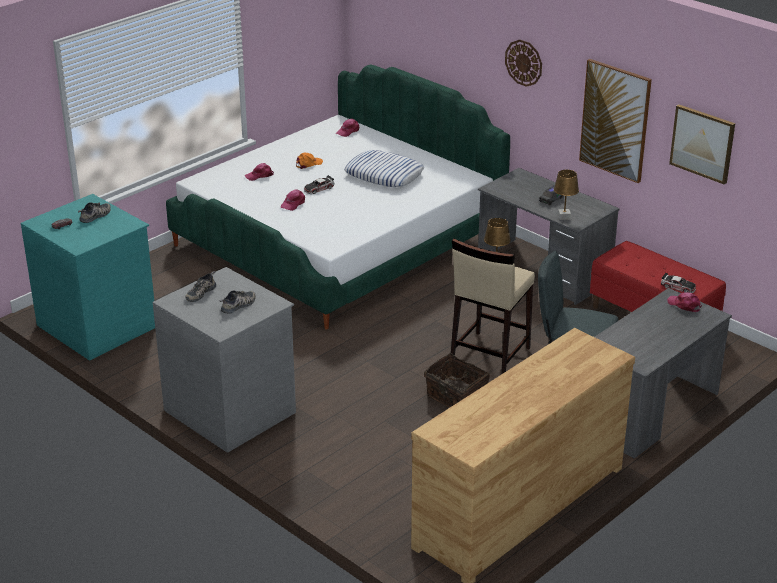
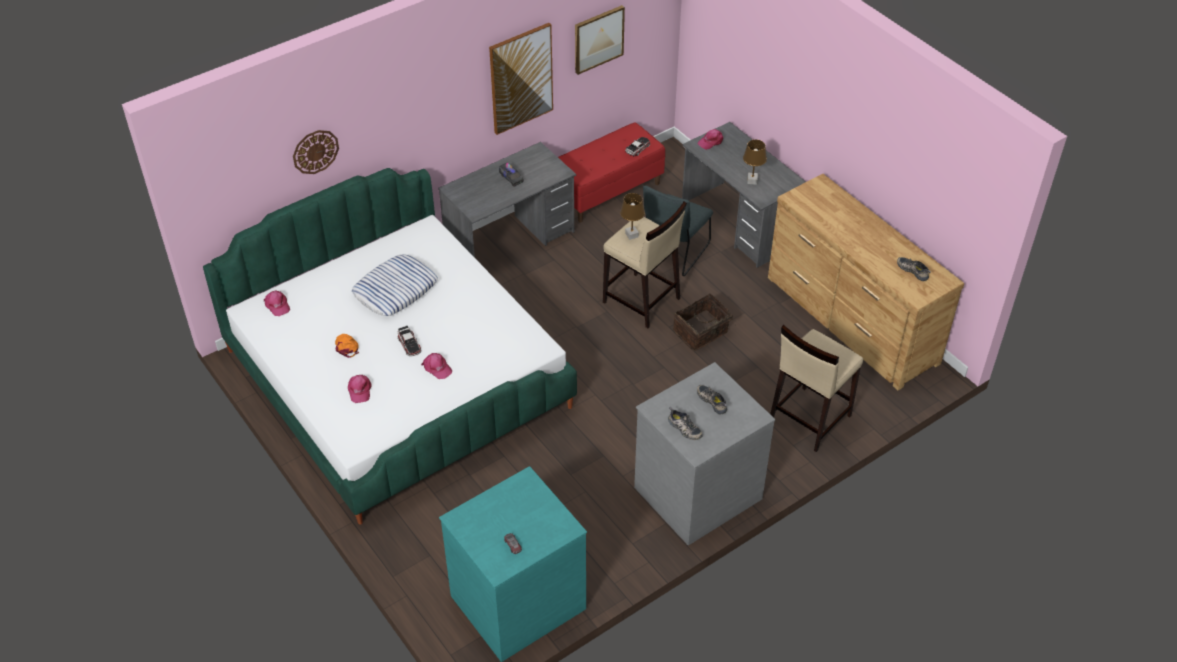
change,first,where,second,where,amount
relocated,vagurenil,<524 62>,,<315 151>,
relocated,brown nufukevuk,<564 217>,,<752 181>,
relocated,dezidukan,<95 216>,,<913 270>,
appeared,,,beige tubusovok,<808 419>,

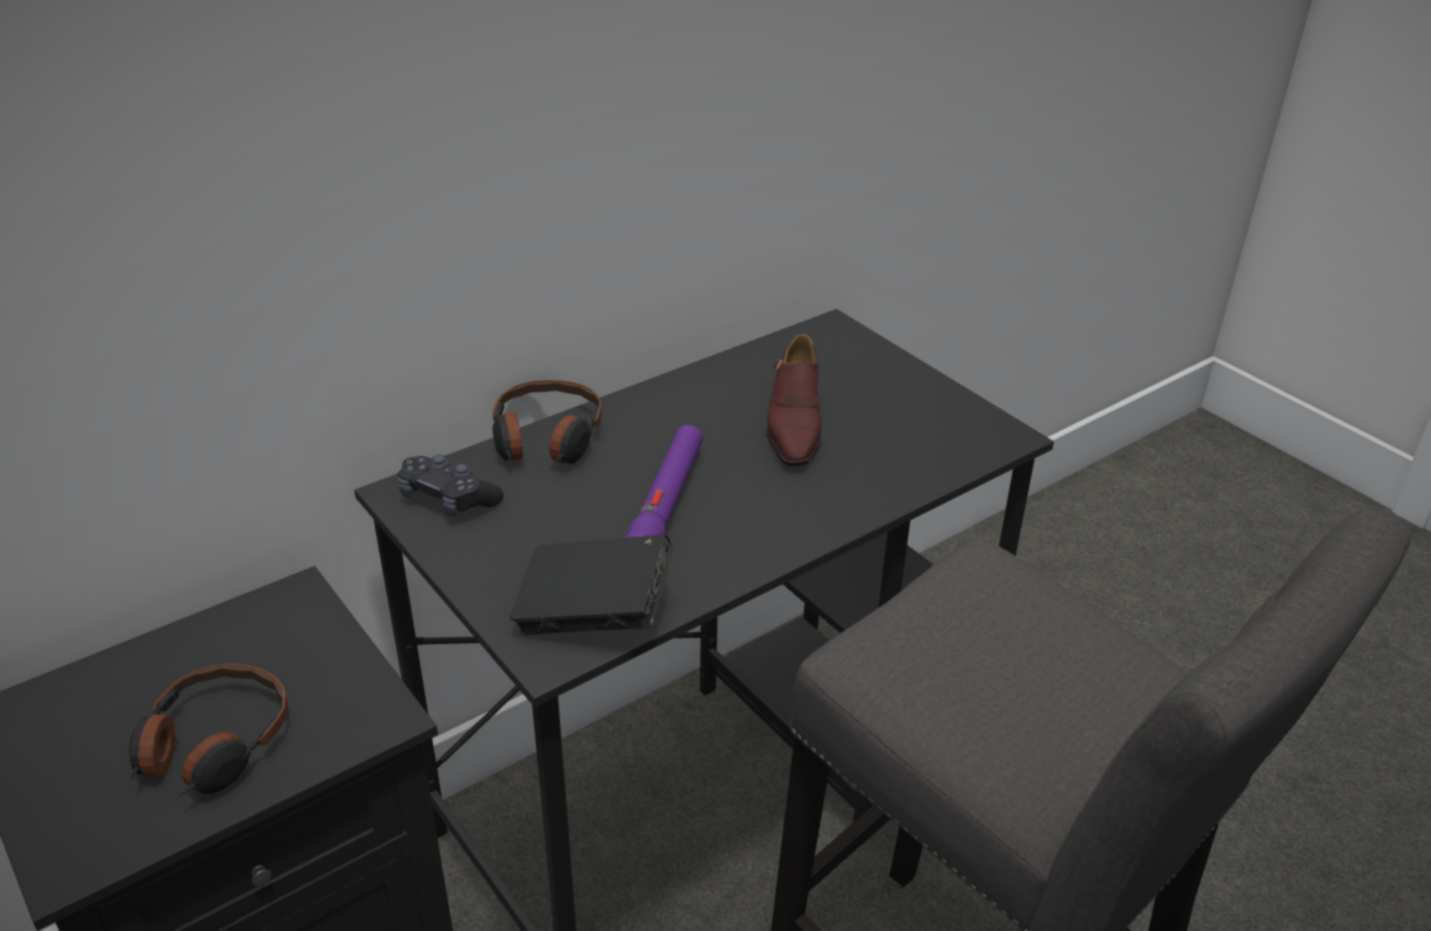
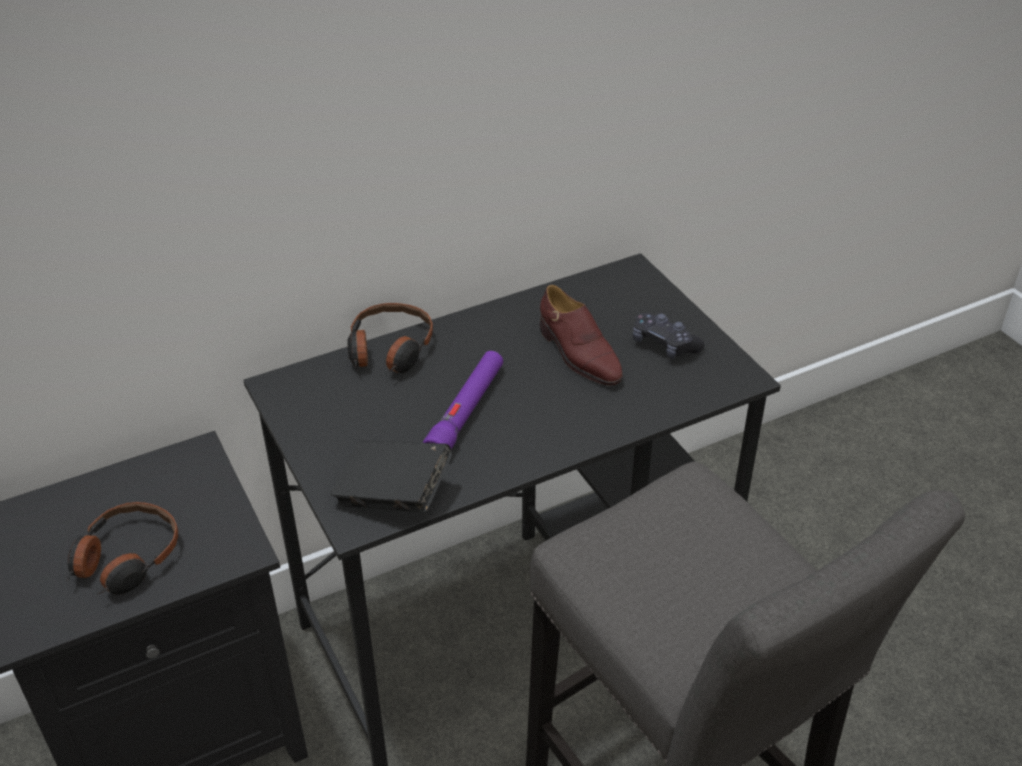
change,first,where,second,where,amount
spun,brown dezidukan,<793 425>,,<578 354>,45 degrees counterclockwise
relocated,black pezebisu,<448 499>,,<664 345>,

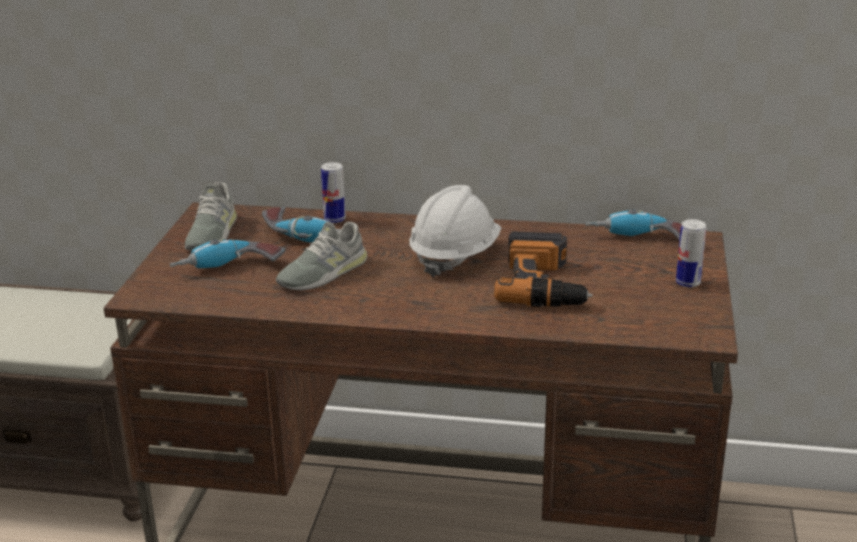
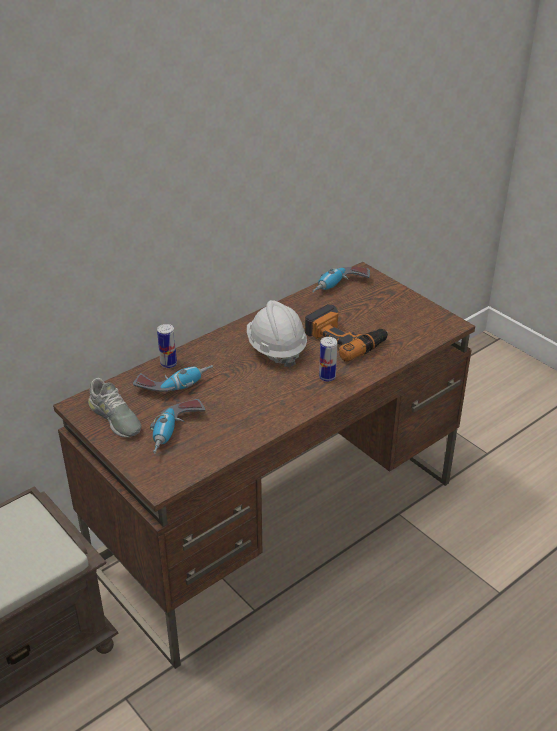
change,first,where,second,where,amount
relocated,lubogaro,<688 283>,,<327 377>,
missing,grey dezidukan,<323 273>,,,

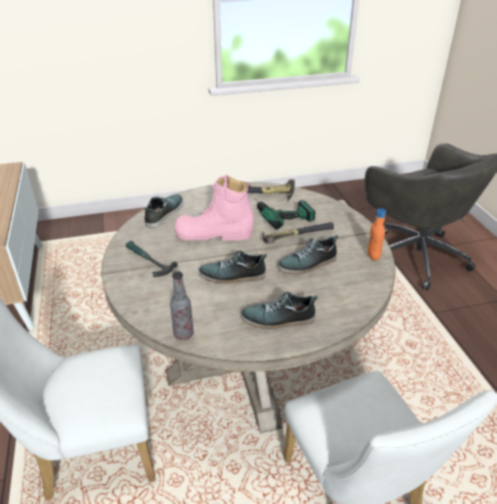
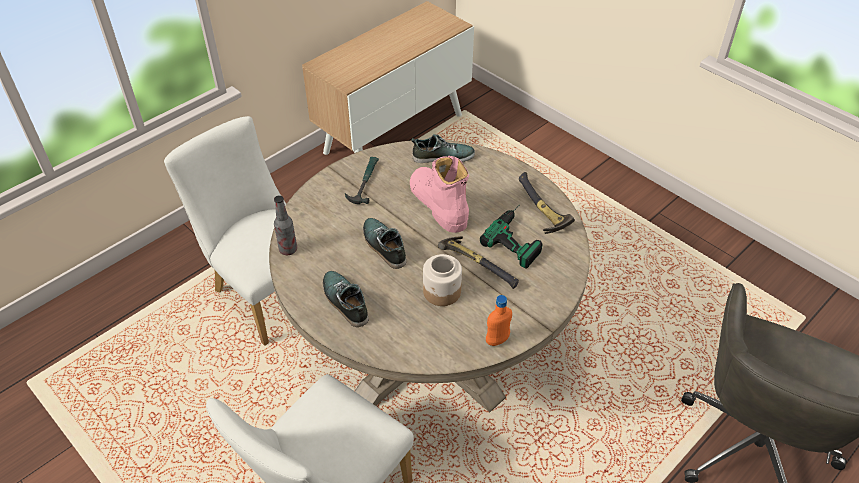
change,first,where,second,where,amount
exchanged,dezidukan,<308 264>,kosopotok,<442 292>,

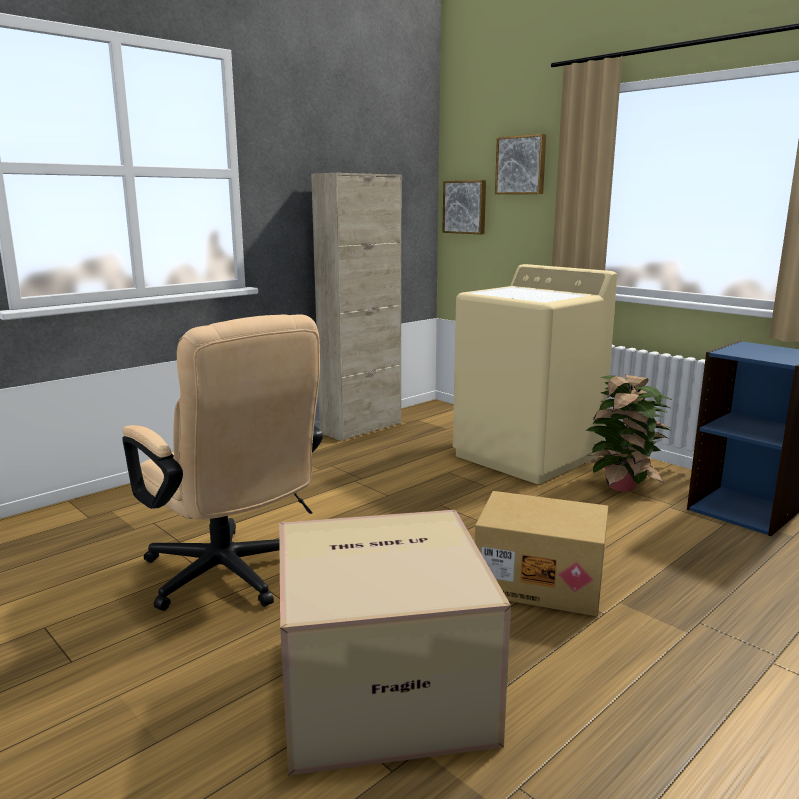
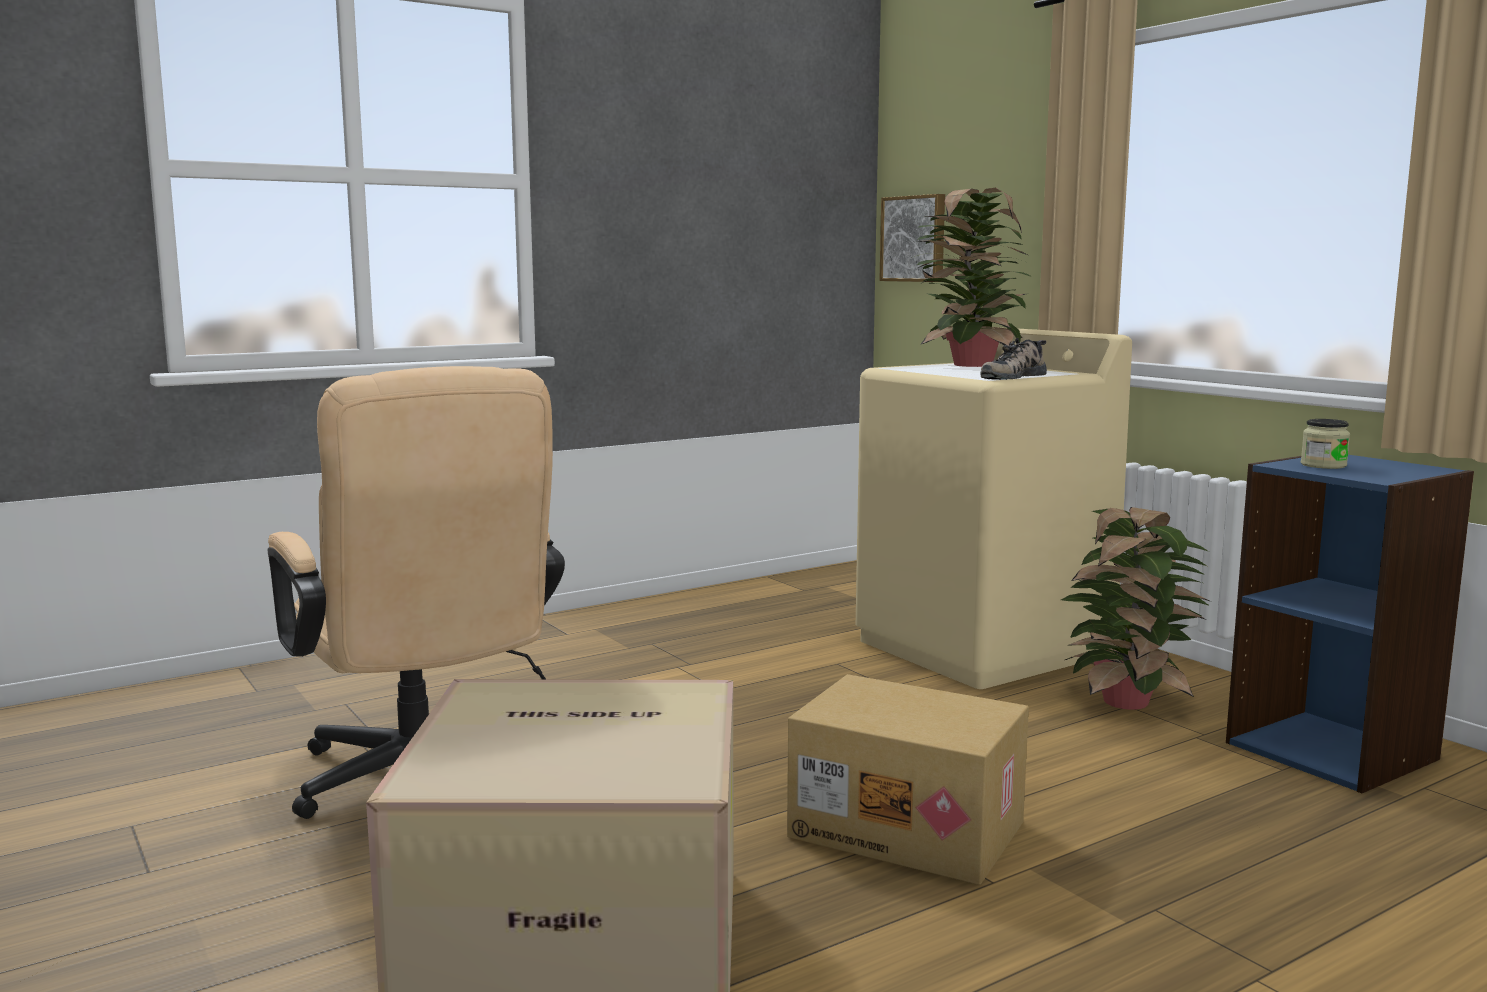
change,first,where,second,where,amount
missing,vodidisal,<521 165>,,,
missing,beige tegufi,<361 428>,,,
appeared,,,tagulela,<969 365>,
appeared,,,dezidukan,<1012 376>,
appeared,,,kosopotok,<1323 465>,

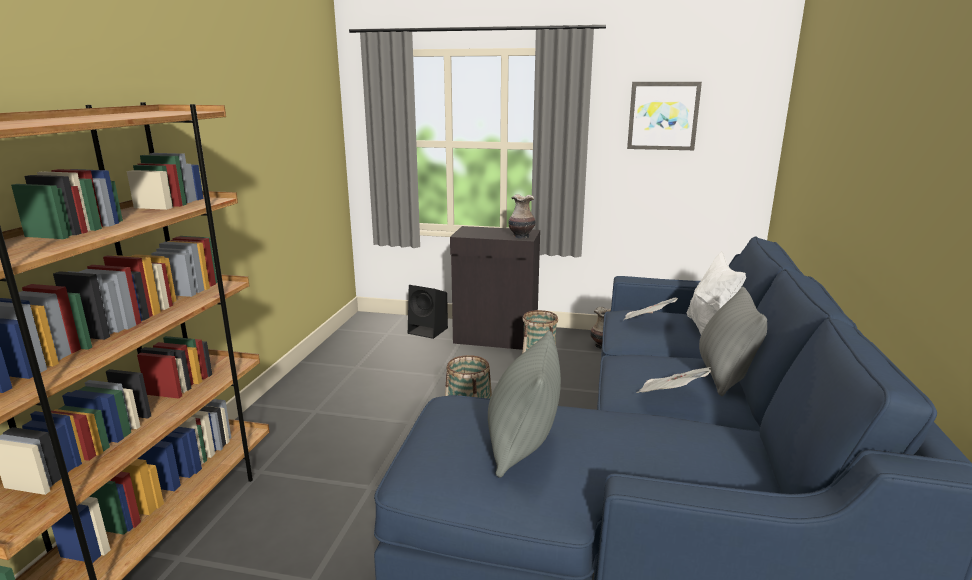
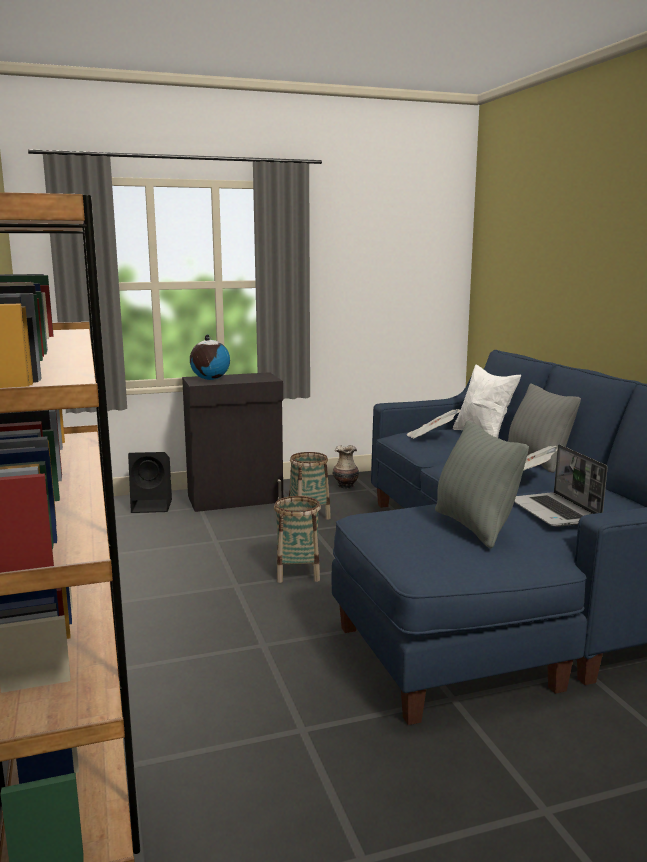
change,first,where,second,where,amount
missing,vodidisal,<663 116>,,,
missing,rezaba,<521 236>,,,
appeared,,,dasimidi,<210 379>,
appeared,,,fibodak,<555 512>,

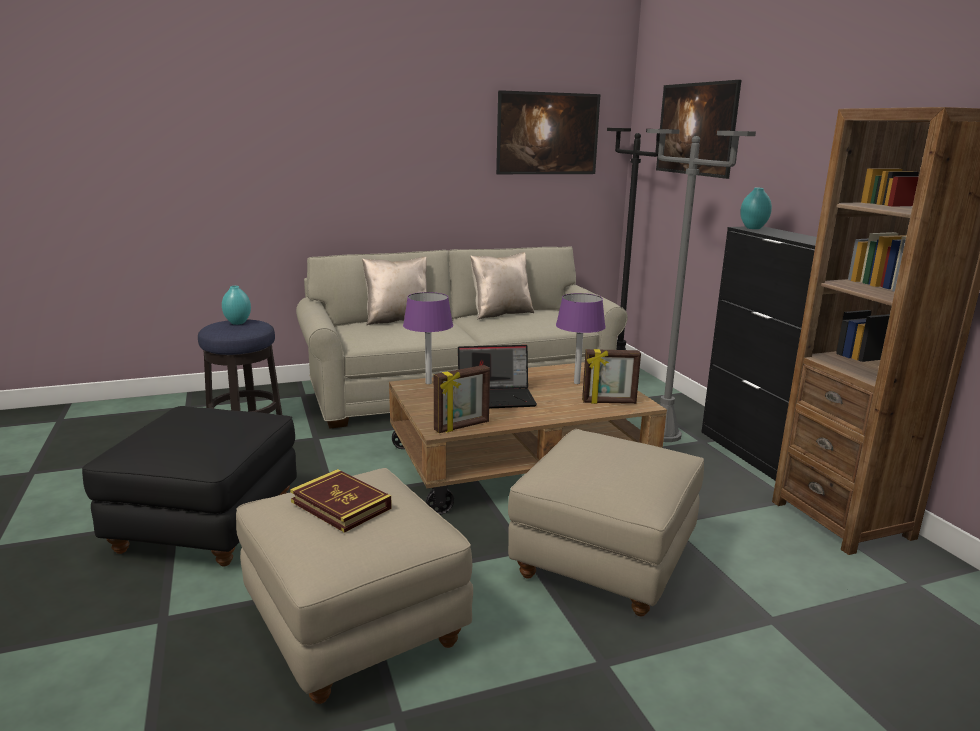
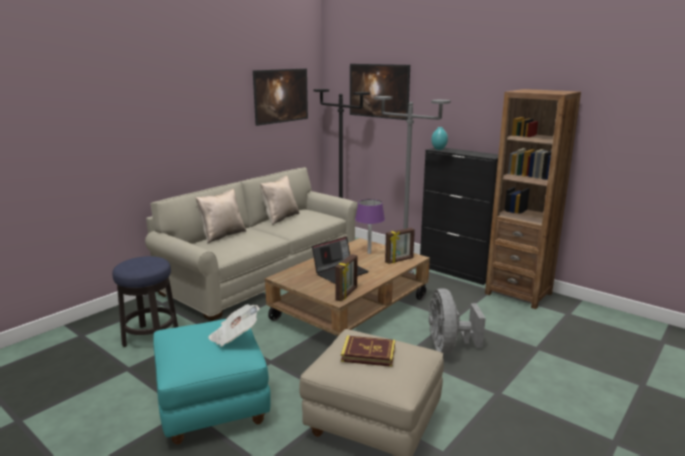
change,first,where,second,where,amount
missing,turquoise rezaba,<238 323>,,,
missing,purple nufukevuk,<428 383>,,,
colour,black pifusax,<206 524>,turquoise pifusax,<212 405>,
exchanged,beige pifusax,<604 562>,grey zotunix,<448 347>,
appeared,,,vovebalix,<234 337>,

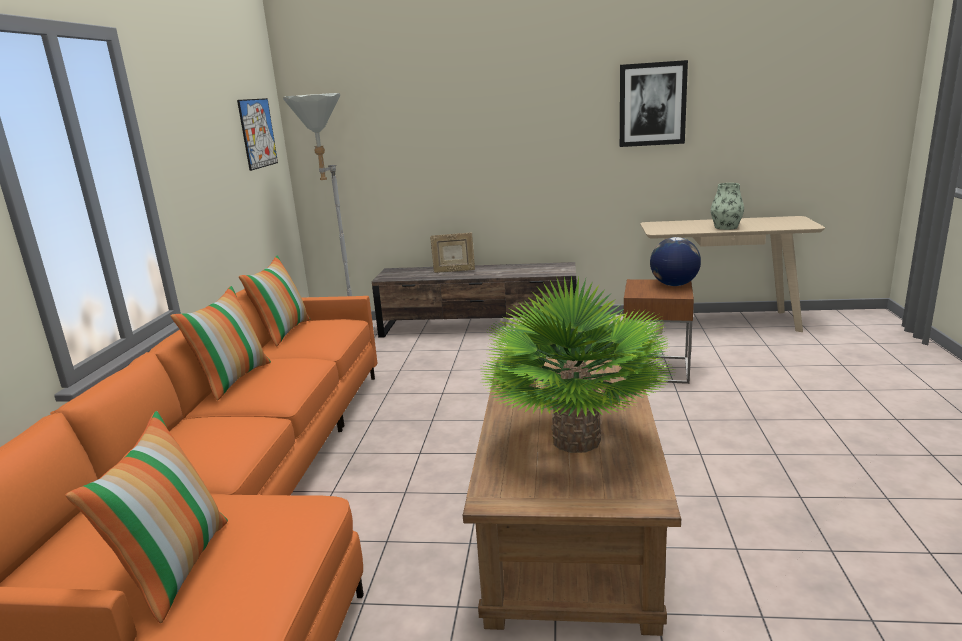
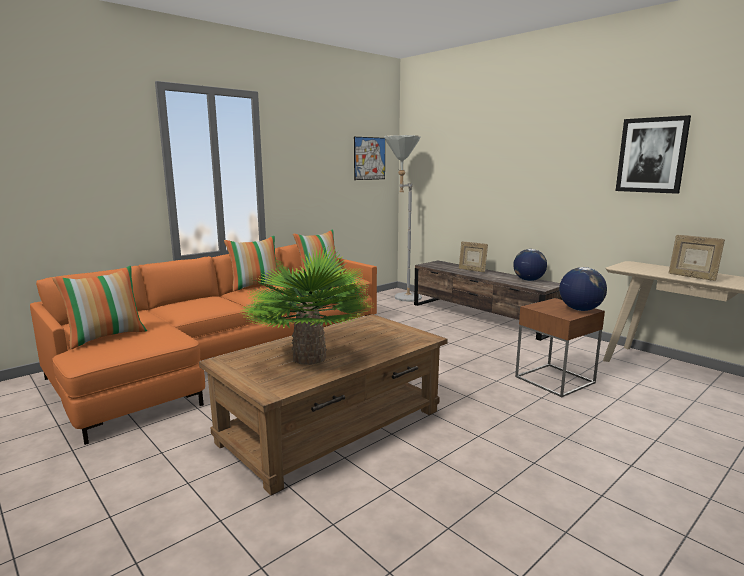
change,first,where,second,where,amount
exchanged,rezaba,<726 227>,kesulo,<691 277>,
appeared,,,dasimidi,<528 280>,

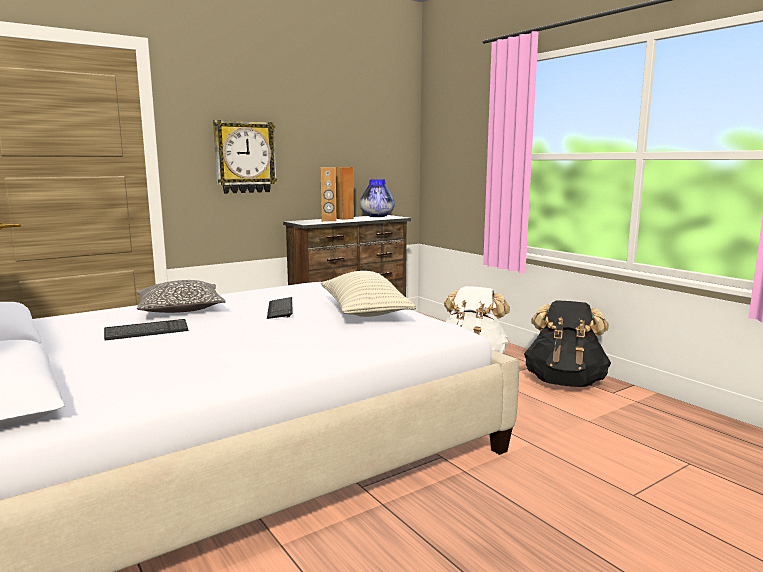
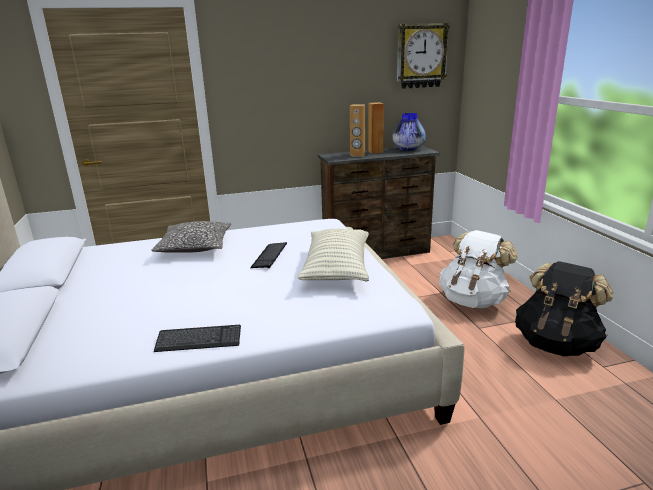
change,first,where,second,where,amount
relocated,vagurenil,<244 157>,,<421 56>,
relocated,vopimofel,<146 331>,,<199 340>,

